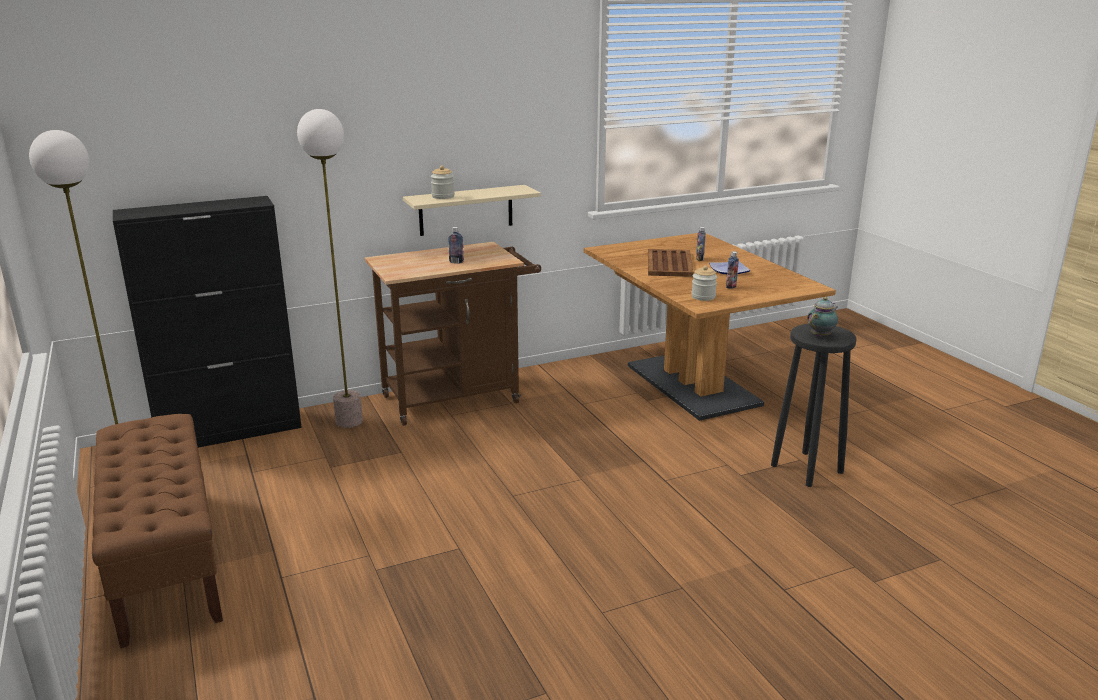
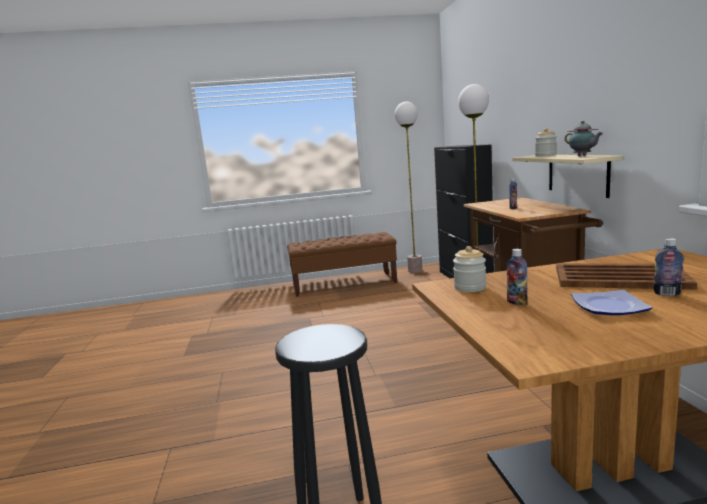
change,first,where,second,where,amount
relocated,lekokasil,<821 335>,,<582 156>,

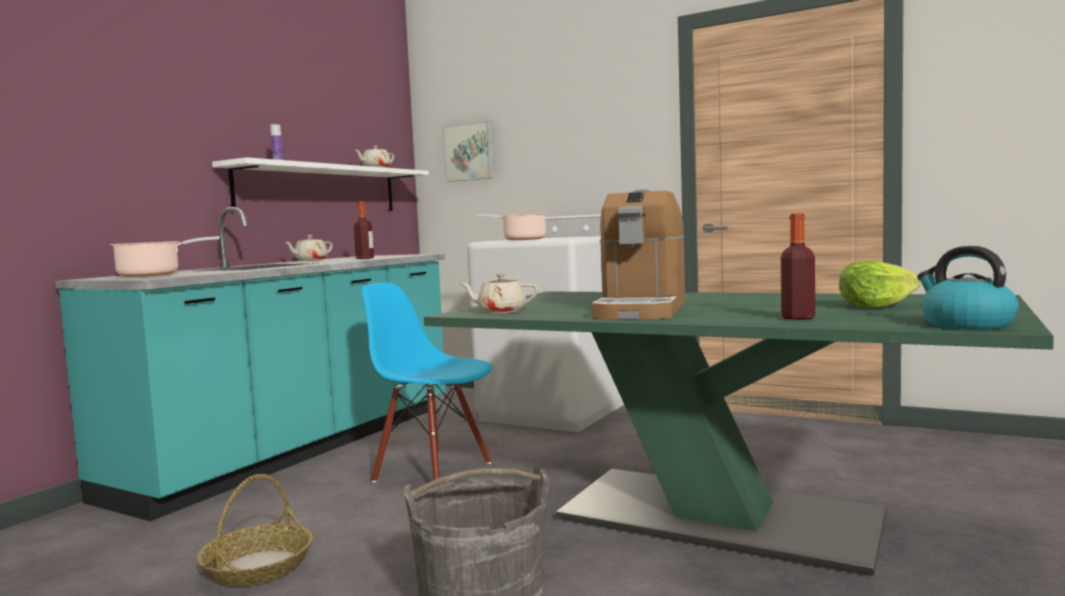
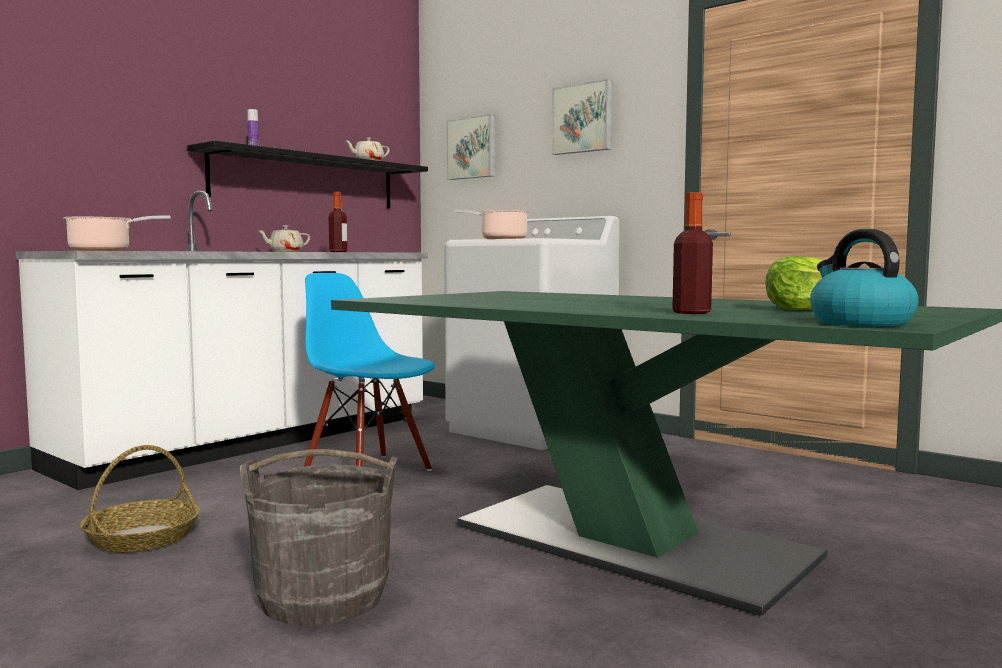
change,first,where,second,where,amount
colour,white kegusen,<320 189>,black kegusen,<306 181>,
missing,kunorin,<641 310>,,,
colour,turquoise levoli,<298 449>,white levoli,<255 442>,
missing,beige lekokasil,<500 312>,,,
appeared,,,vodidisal,<583 118>,

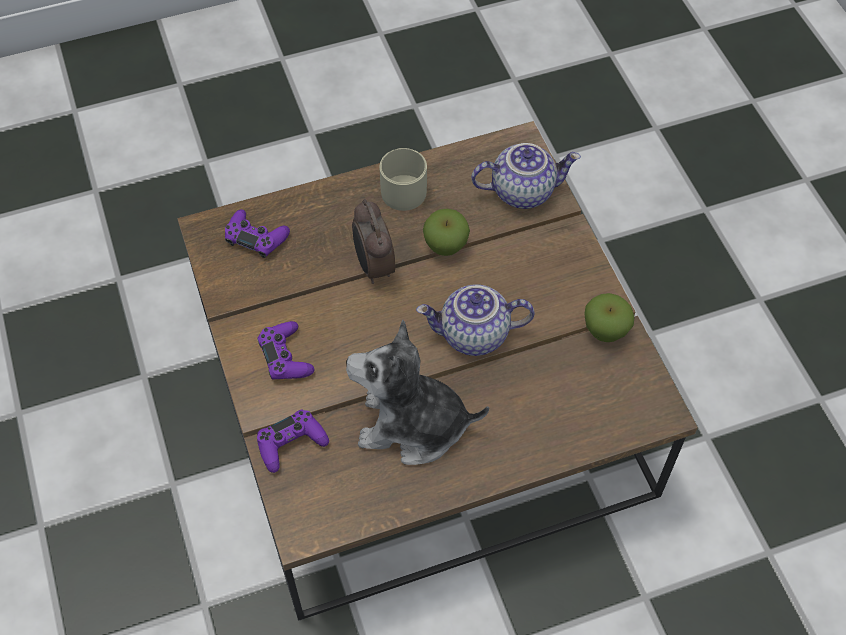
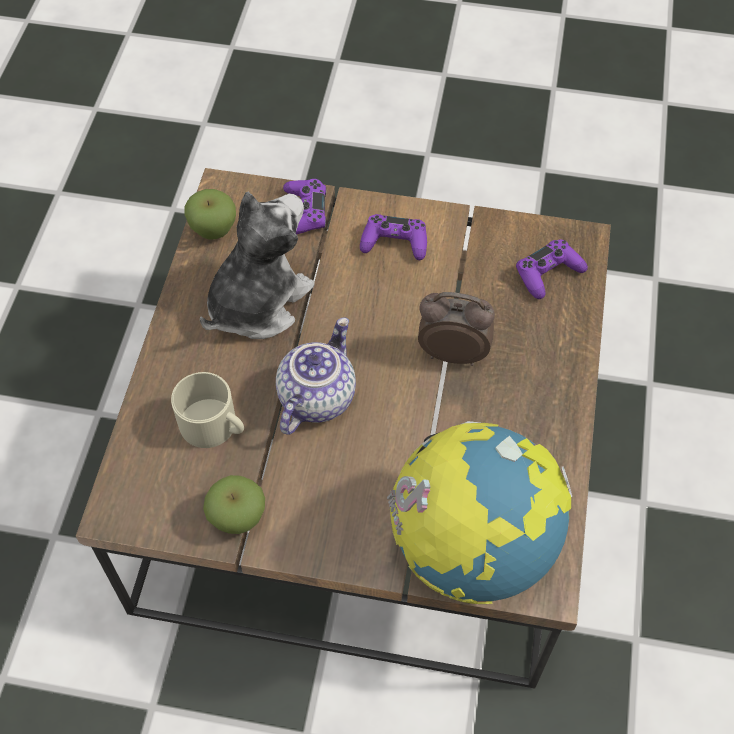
change,first,where,second,where,amount
exchanged,lekokasil,<523 190>,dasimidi,<472 546>,
relocated,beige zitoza,<403 187>,,<214 426>,
relocated,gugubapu,<445 246>,,<213 230>,

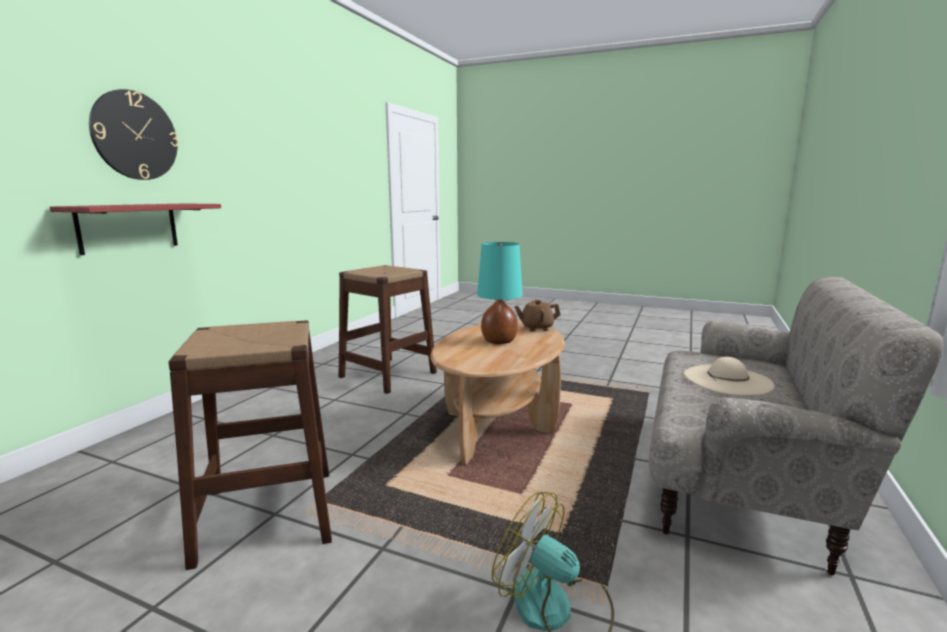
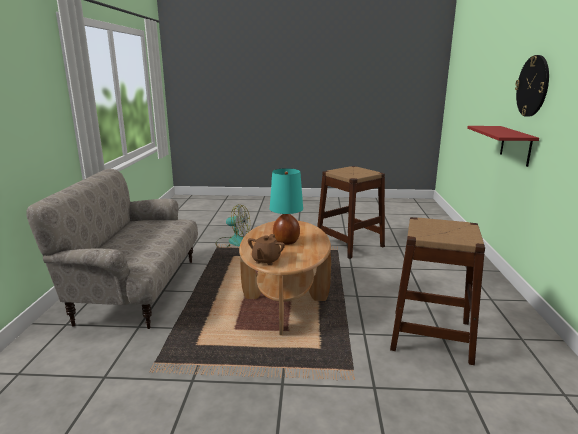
change,first,where,second,where,amount
spun,brown lekokasil,<536 328>,,<266 260>,135 degrees clockwise
missing,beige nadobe,<727 380>,,,

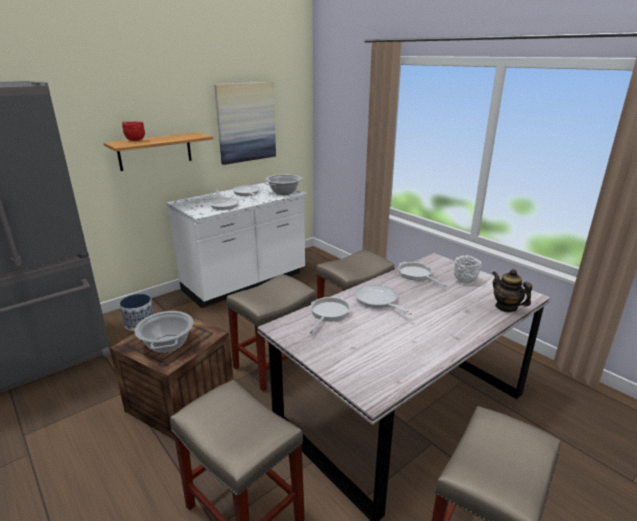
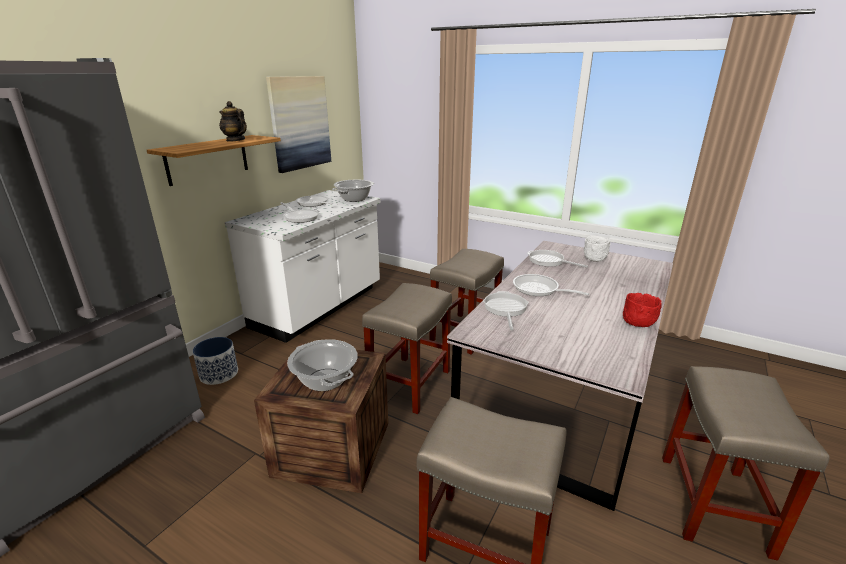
change,first,where,second,where,amount
relocated,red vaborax,<135 141>,,<637 325>,
relocated,lekokasil,<506 307>,,<235 140>,

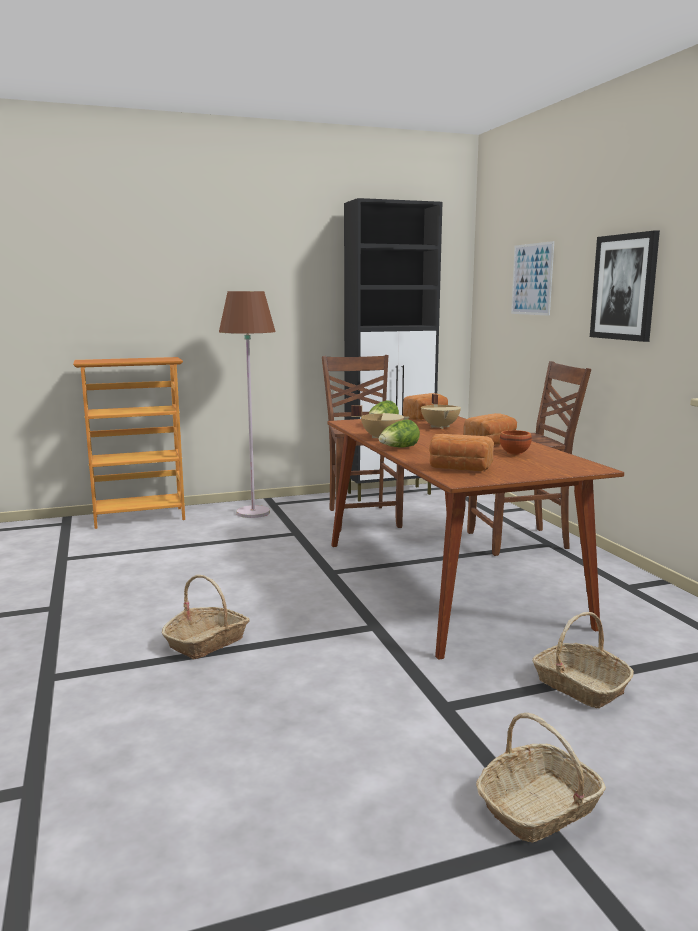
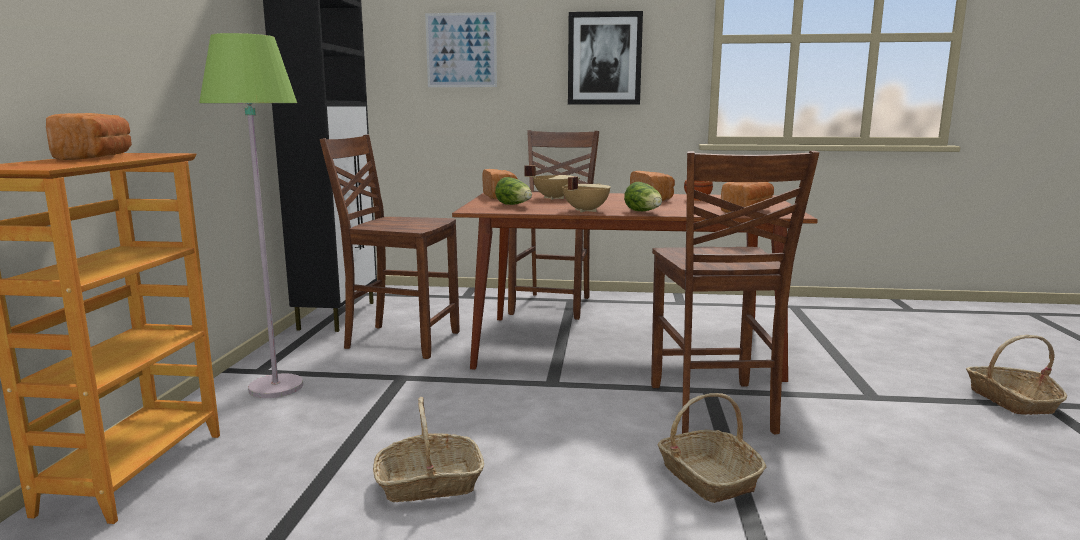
change,first,where,second,where,amount
colour,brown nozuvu,<253 513>,green nozuvu,<276 387>,
relocated,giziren,<579 686>,,<429 483>,
appeared,,,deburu,<97 157>,
appeared,,,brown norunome,<713 409>,

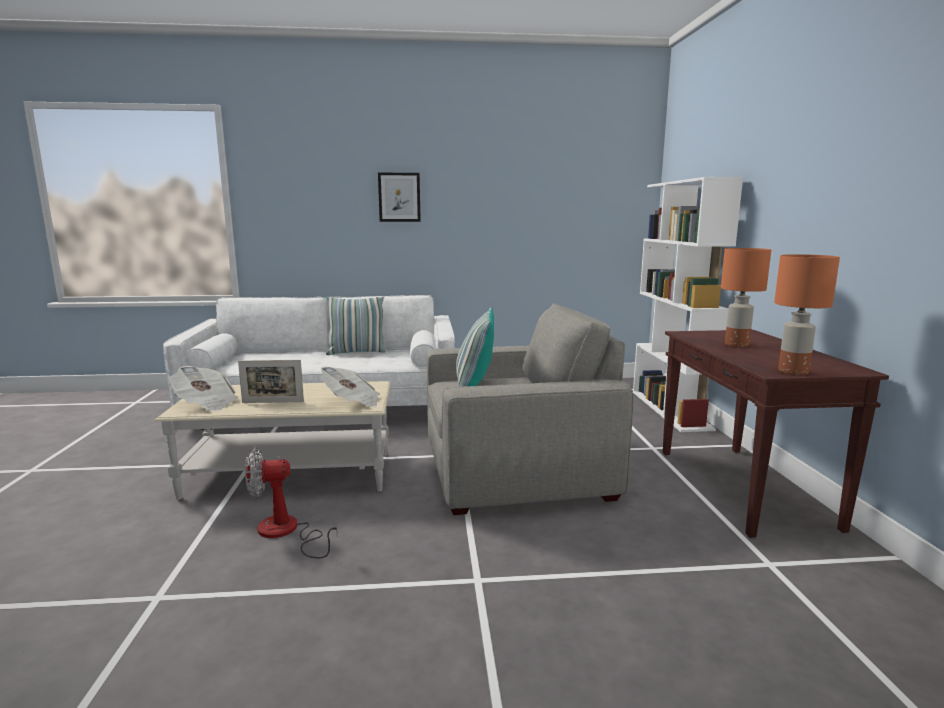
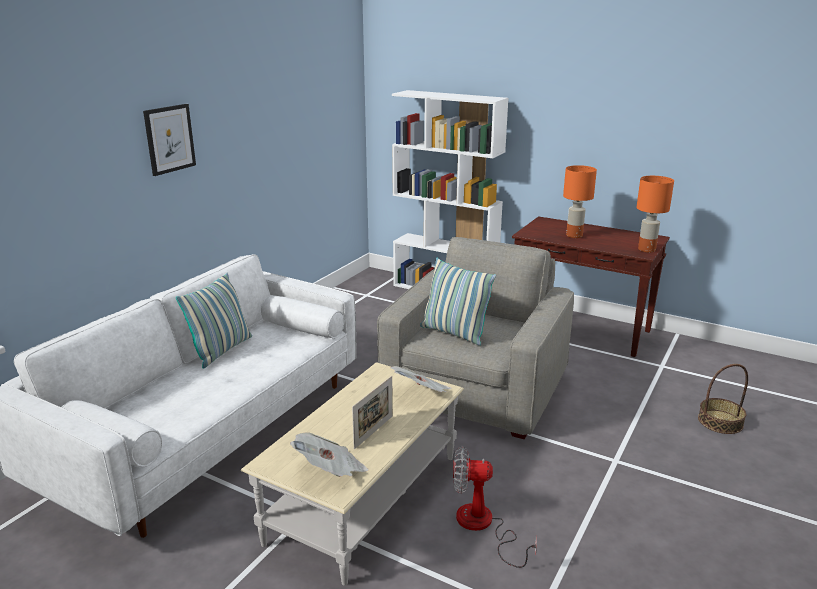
change,first,where,second,where,amount
spun,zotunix,<286 532>,,<483 526>,75 degrees clockwise
appeared,,,giziren,<720 421>,

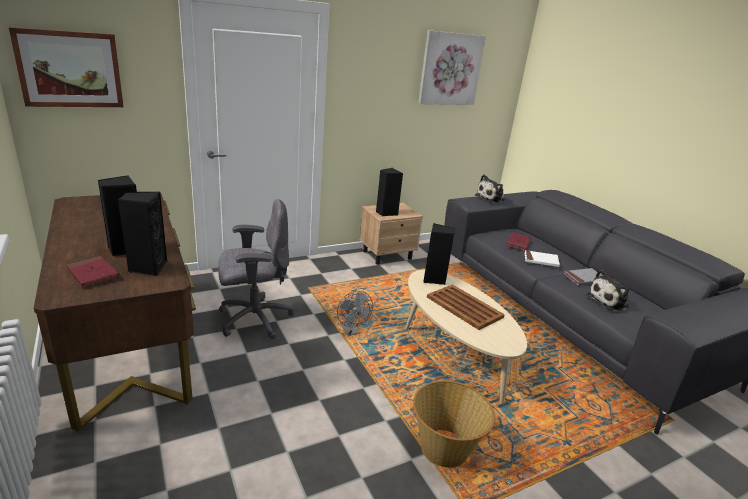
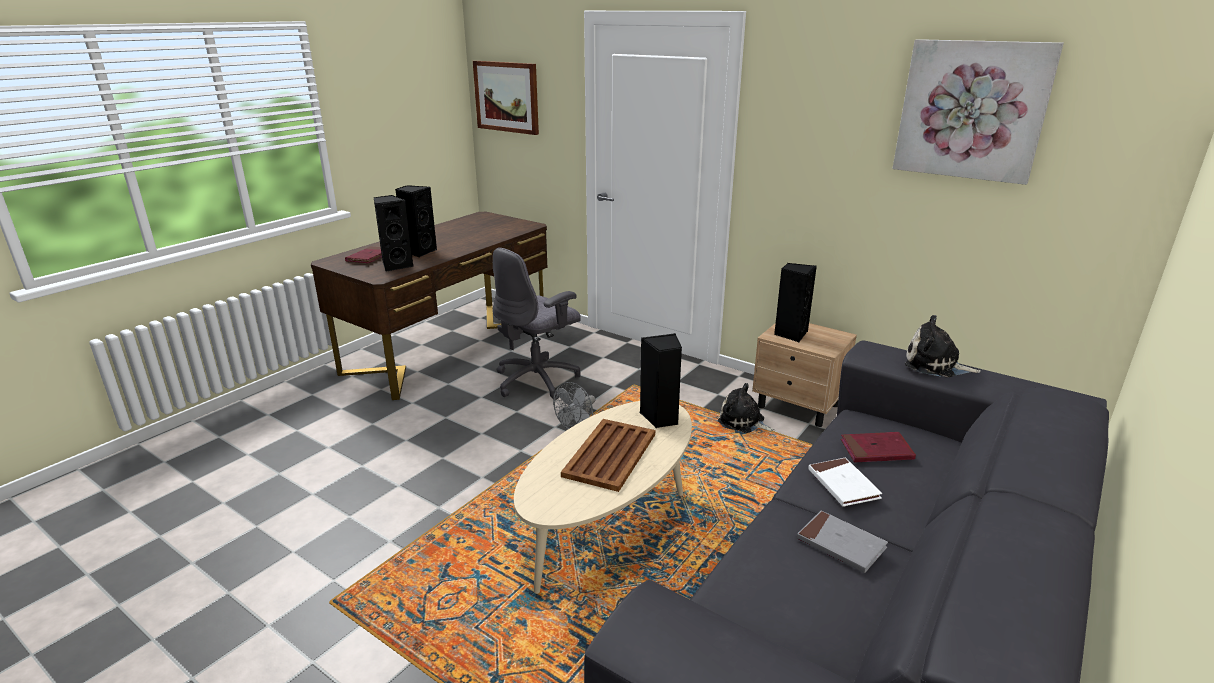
change,first,where,second,where,amount
spun,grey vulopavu,<253 319>,,<538 380>,90 degrees clockwise
relocated,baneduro,<609 301>,,<743 422>,
missing,giziren,<444 450>,,,

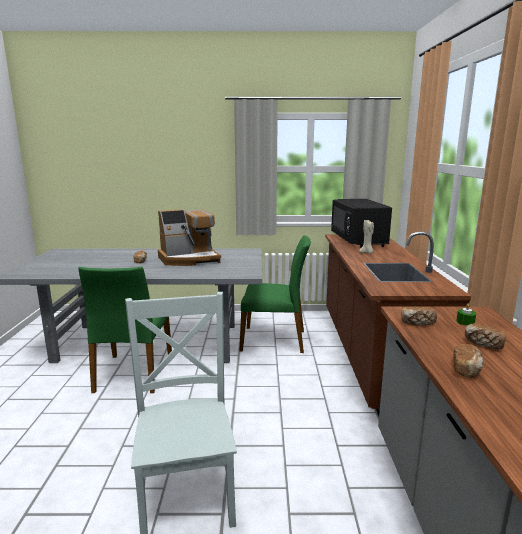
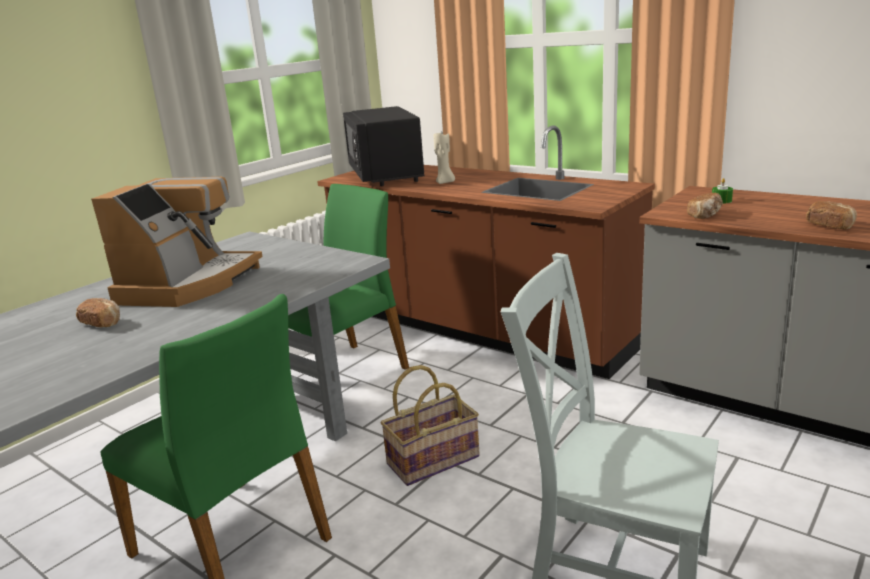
change,first,where,second,where,amount
spun,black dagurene,<358 240>,,<386 175>,45 degrees clockwise
missing,deburu,<483 344>,,,
appeared,,,giziren,<433 459>,

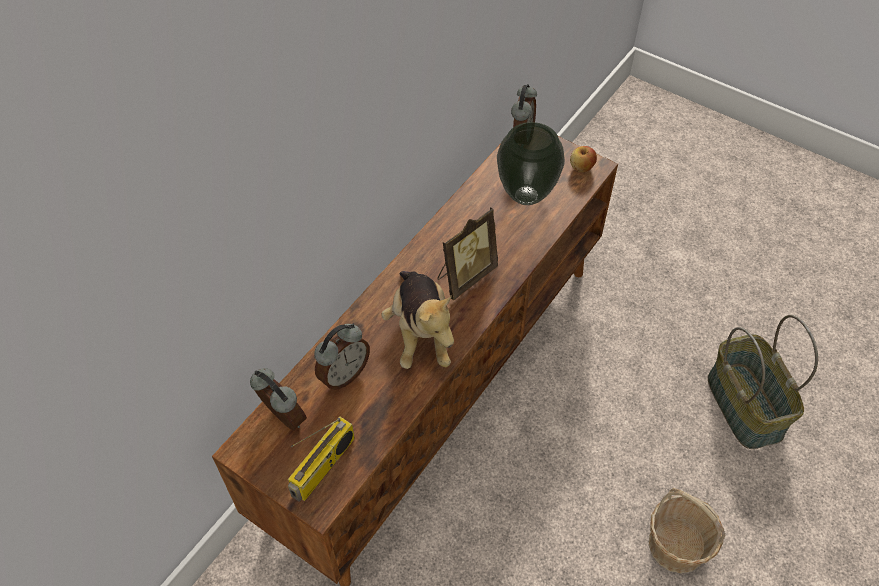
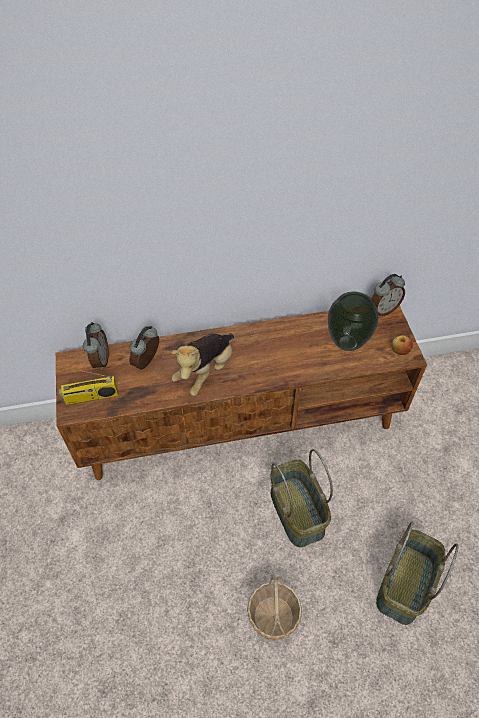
change,first,where,second,where,amount
missing,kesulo,<465 276>,,,
spun,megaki,<343 374>,,<148 362>,120 degrees clockwise
appeared,,,giziren,<298 512>,

